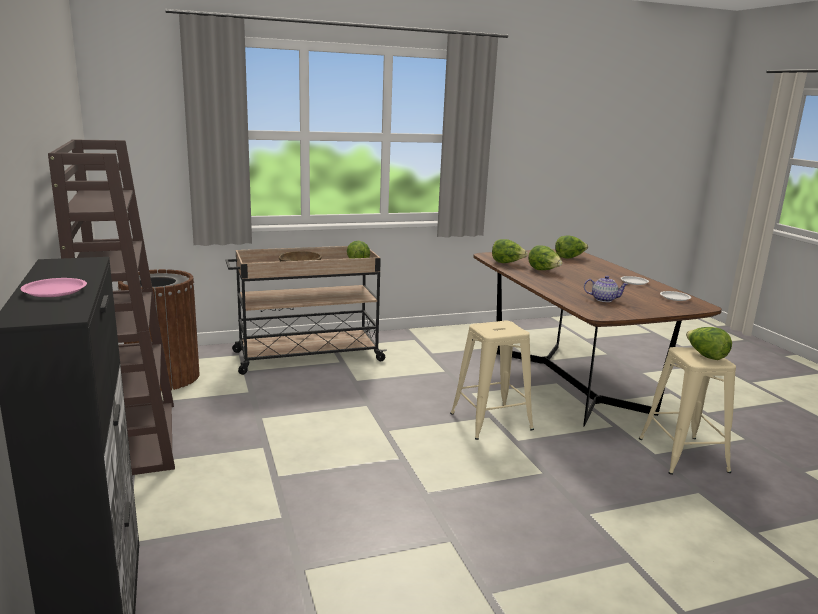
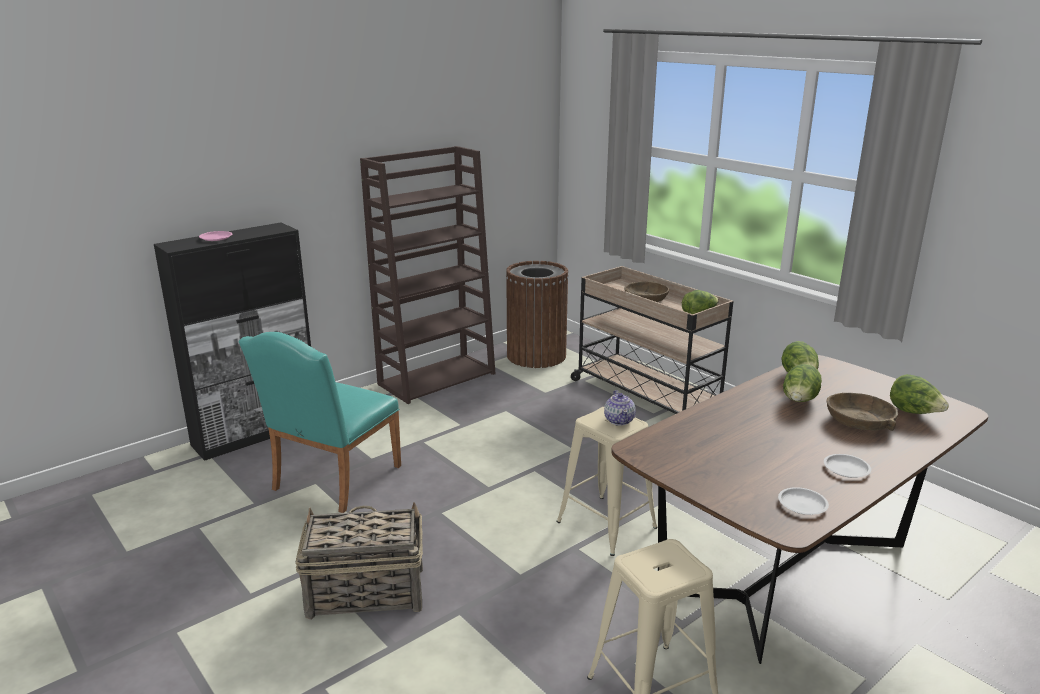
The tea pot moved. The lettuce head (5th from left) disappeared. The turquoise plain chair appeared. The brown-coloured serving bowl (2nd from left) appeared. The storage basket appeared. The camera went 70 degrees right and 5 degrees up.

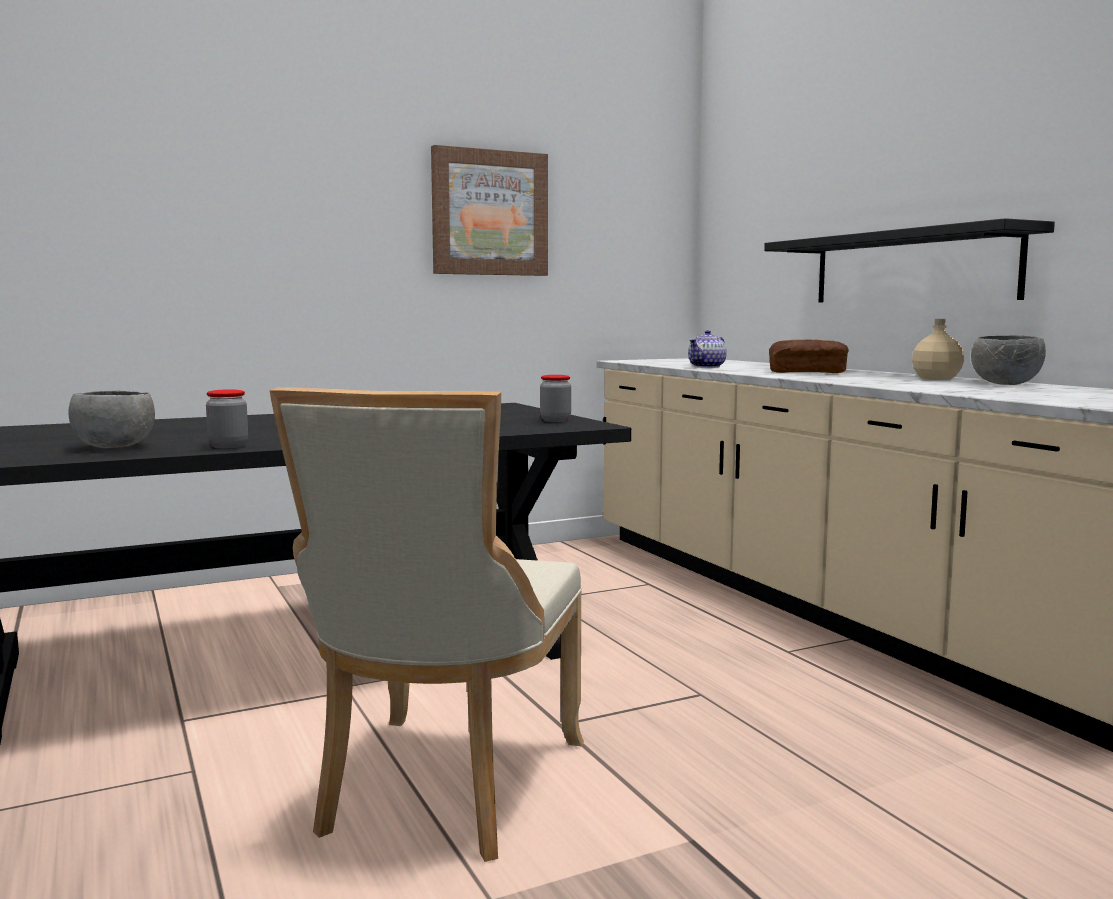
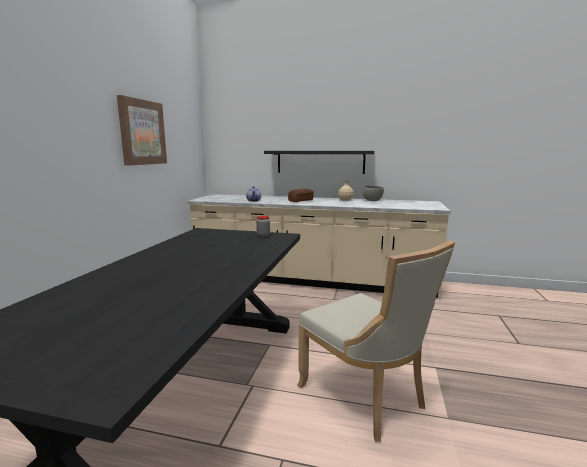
The jar (1st from left) disappeared. The greyish serving bowl (1st from left) disappeared. The camera went 50 degrees left and 5 degrees up.

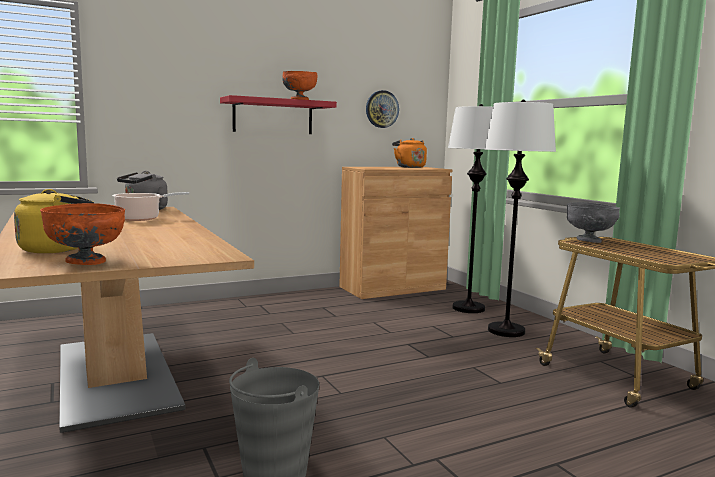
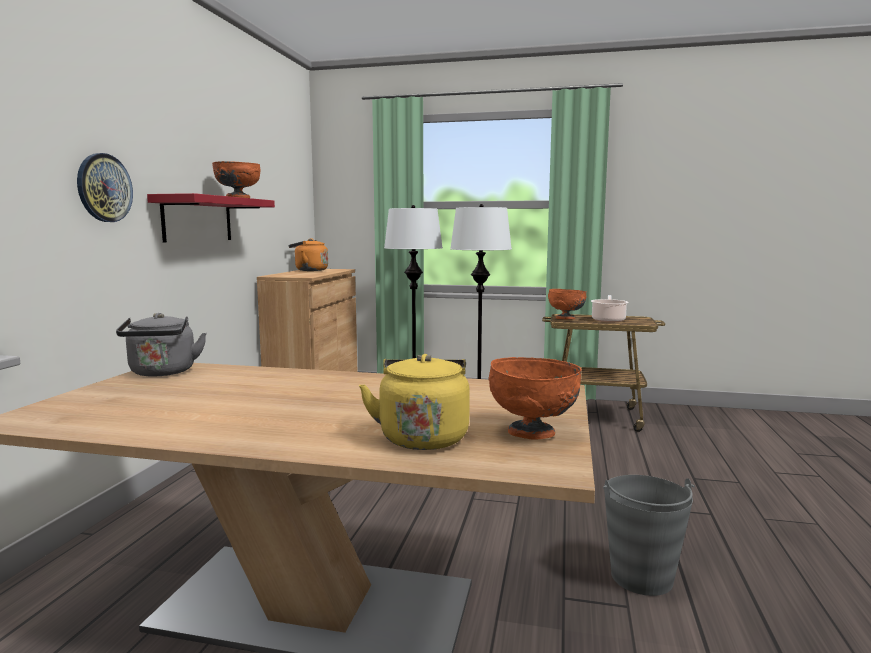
The clock on the wall moved. The cooking pot moved. The greyish serving bowl became the orangey serving bowl (3rd from left). The camera went 50 degrees left and 0 degrees up.

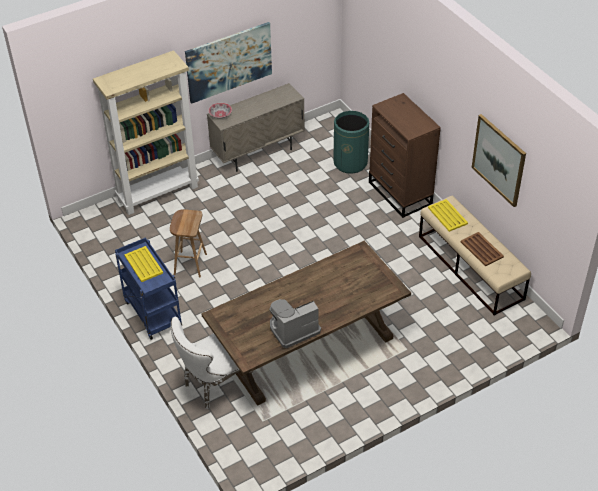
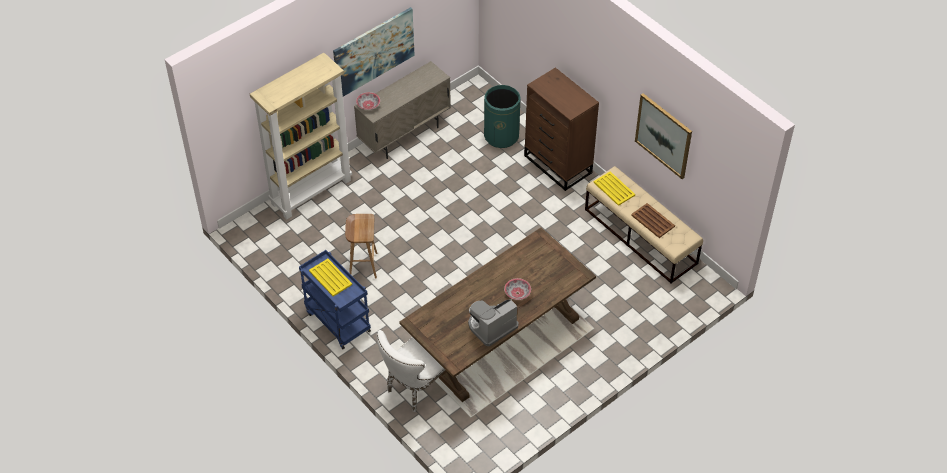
The serving bowl (2nd from left) appeared. The camera went 10 degrees left and 5 degrees up.

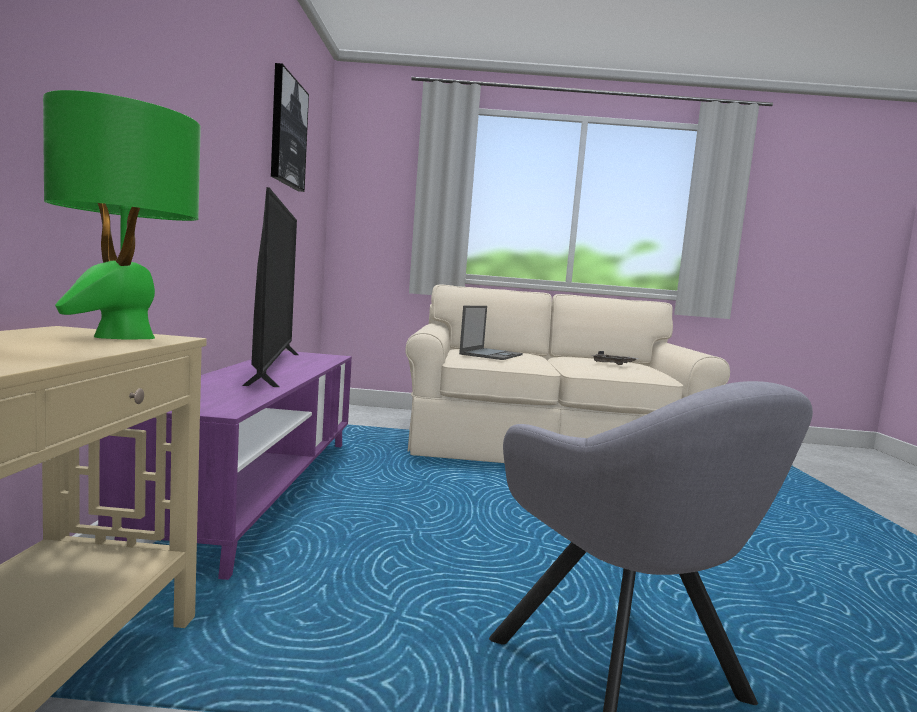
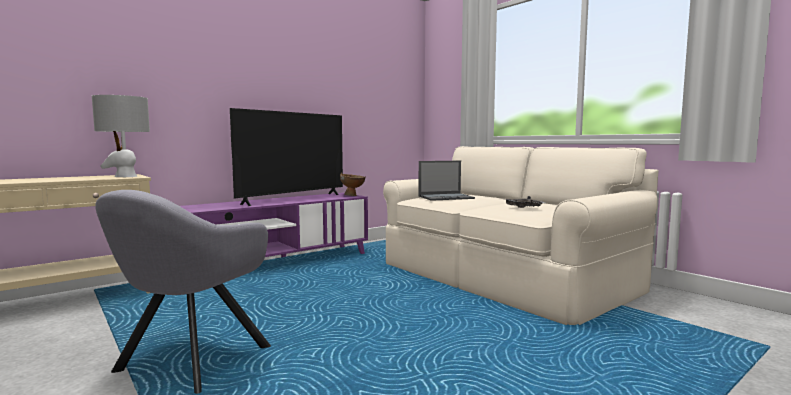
The wall art disappeared. The green-coloured tabletop lamp became the greyish tabletop lamp. The brown-coloured serving bowl appeared. The camera went 50 degrees right and 0 degrees up.

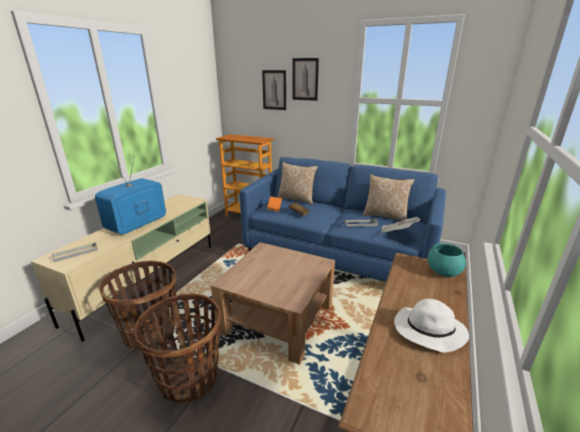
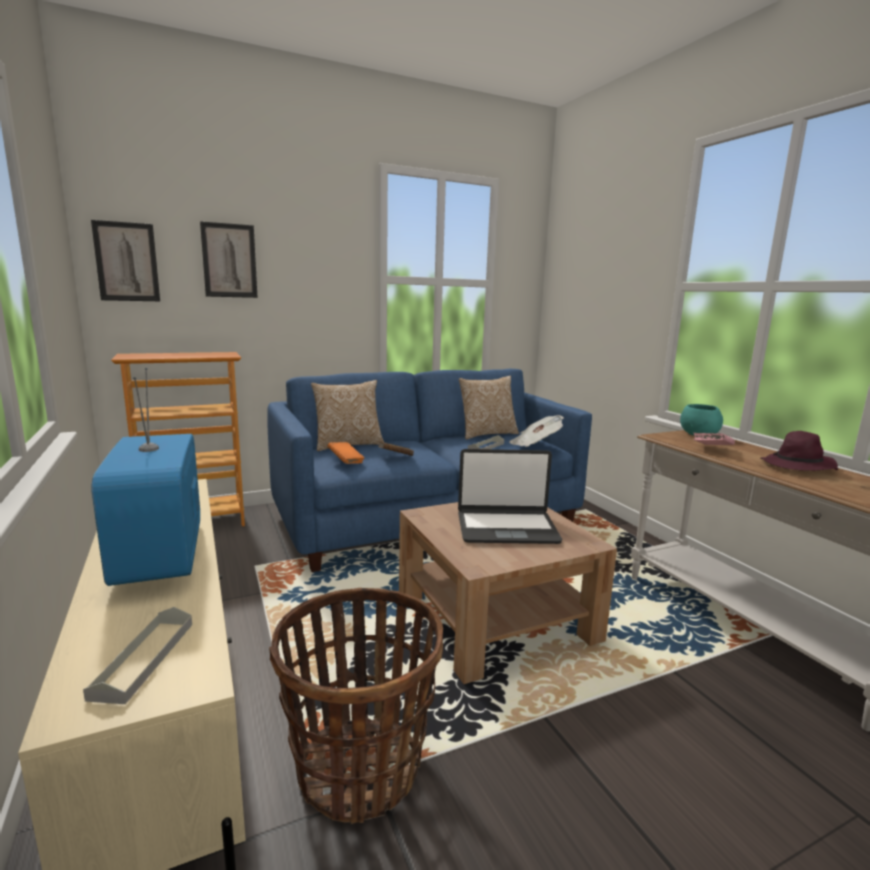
The wall art (2nd from left in the first image) moved. The storage basket (2nd from left) disappeared. The white-coloured clothing hat became the purplish clothing hat. The pink volume appeared. The portable computer appeared. The camera went 50 degrees left and 10 degrees down.

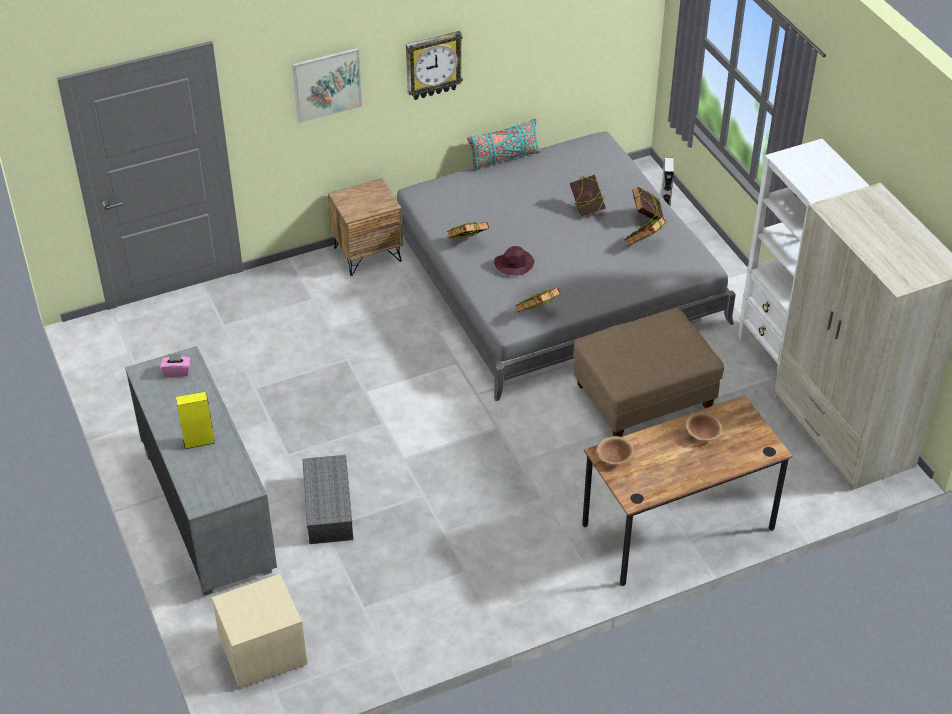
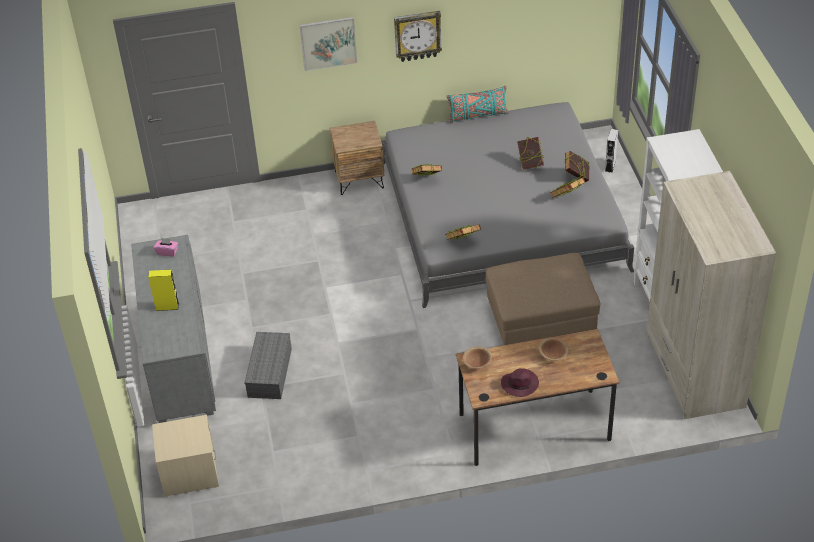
The purplish clothing hat moved. The camera went 15 degrees right and 0 degrees up.

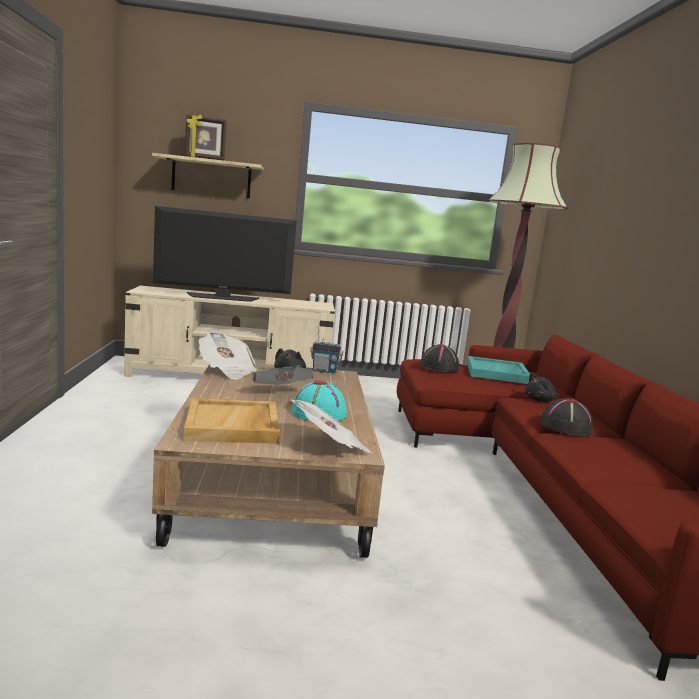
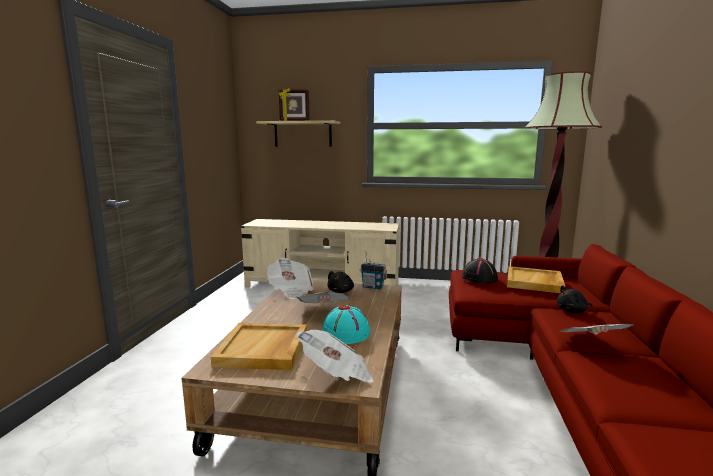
The TV disappeared. The turquoise serving tray became the beige serving tray (2nd from left). The black clothing hat (2nd from left) was replaced by the daily paper (4th from left). The camera went 15 degrees right and 0 degrees up.

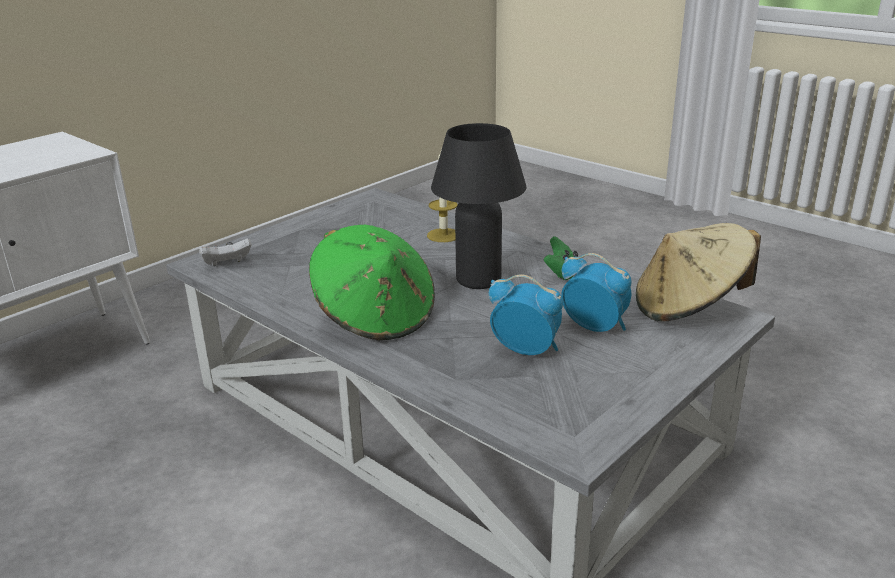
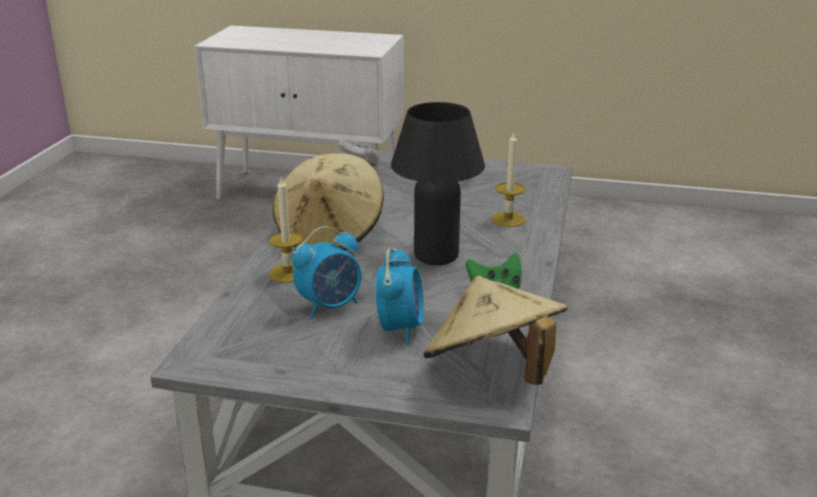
The green-coloured clothing hat became the beige clothing hat (1st from left). The bedside clock (1st from left) turned 60 degrees clockwise. The candle (1st from left) appeared. The camera went 60 degrees right and 0 degrees up.

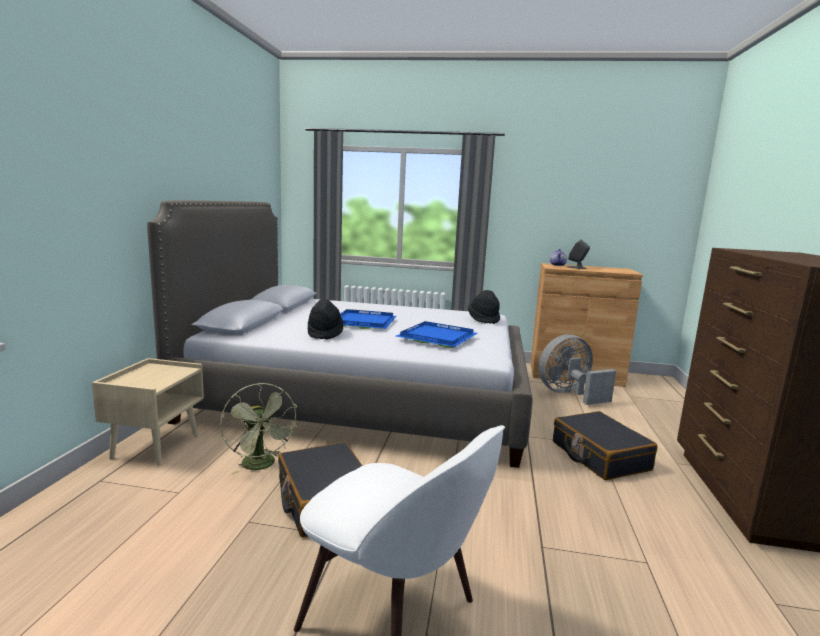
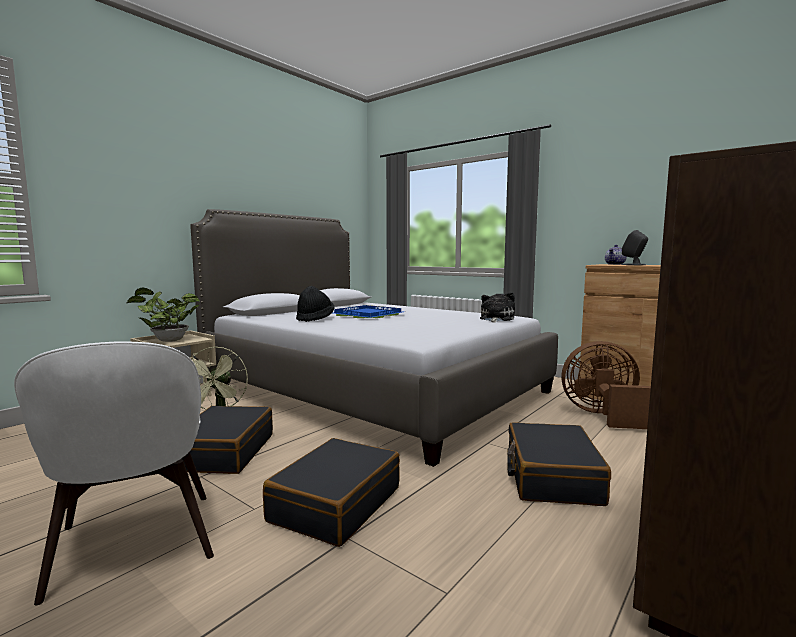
The black clothing hat (2nd from left) was replaced by the plush toy. The bluish serving tray (2nd from left) disappeared. The greyish electric fan became the brown-coloured electric fan. The potted plant appeared. The black travel case (2nd from left) appeared. The camera went 30 degrees right and 5 degrees down.

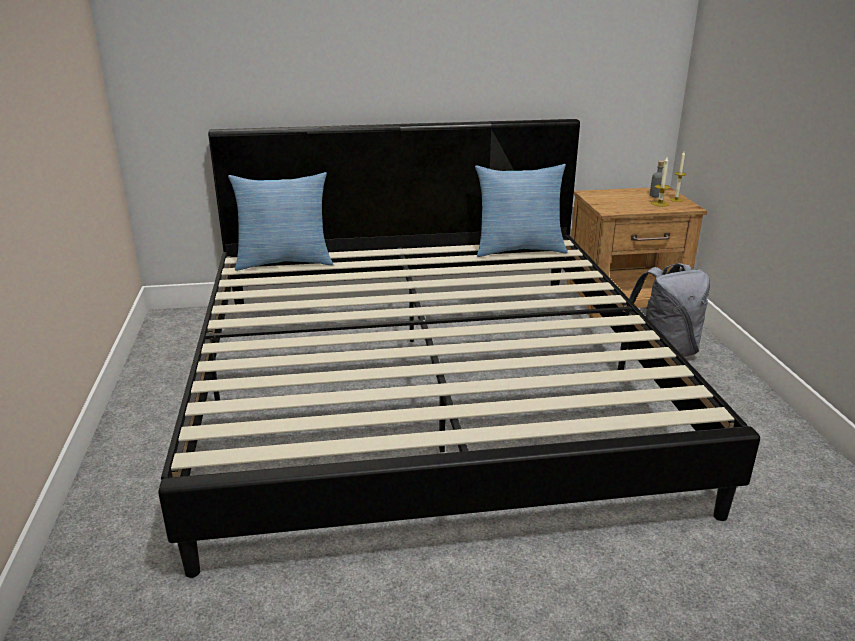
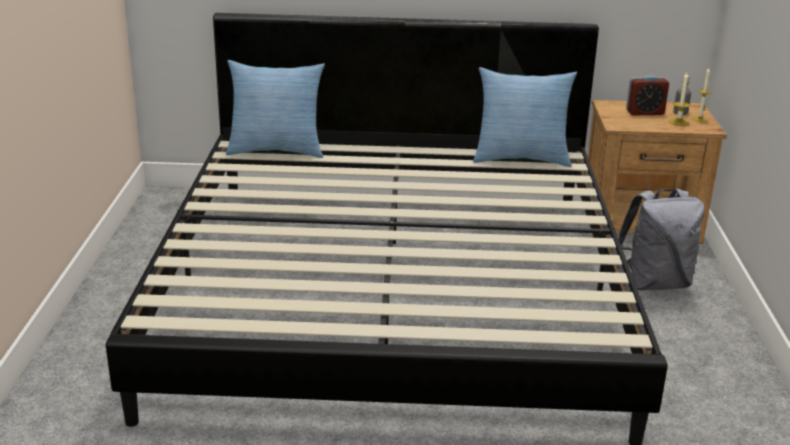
The bedside clock appeared. The camera went 10 degrees right and 0 degrees up.

